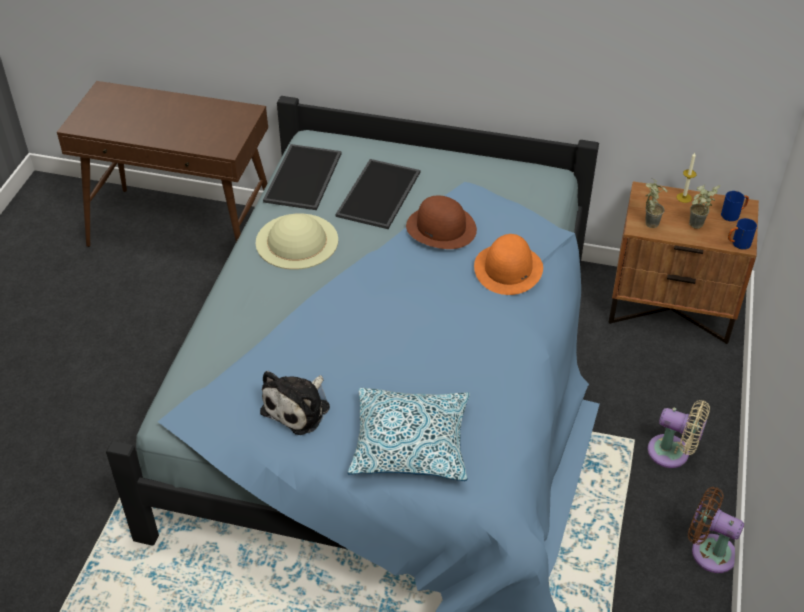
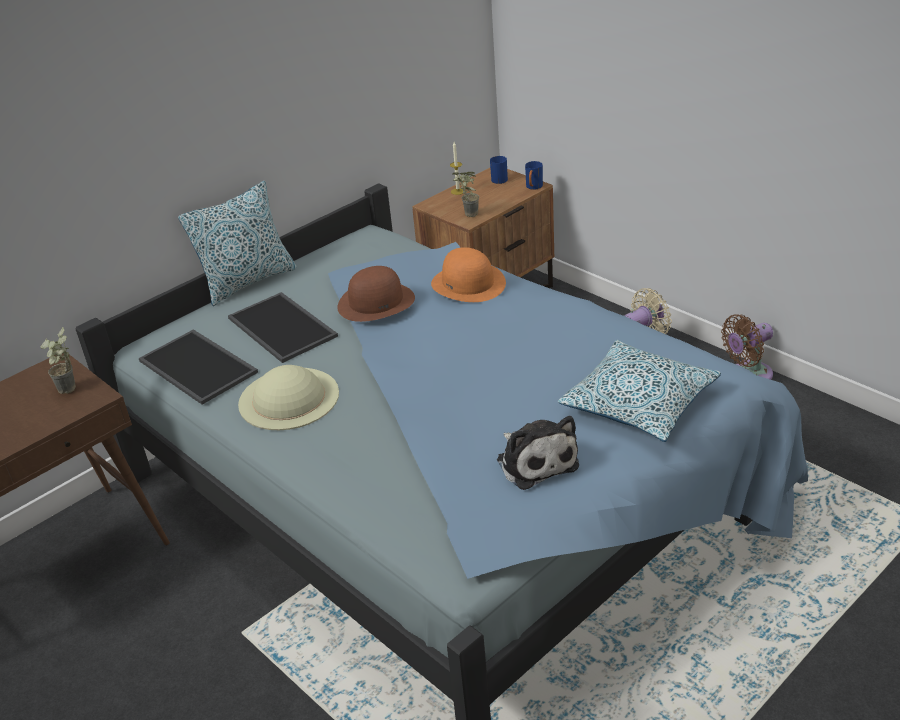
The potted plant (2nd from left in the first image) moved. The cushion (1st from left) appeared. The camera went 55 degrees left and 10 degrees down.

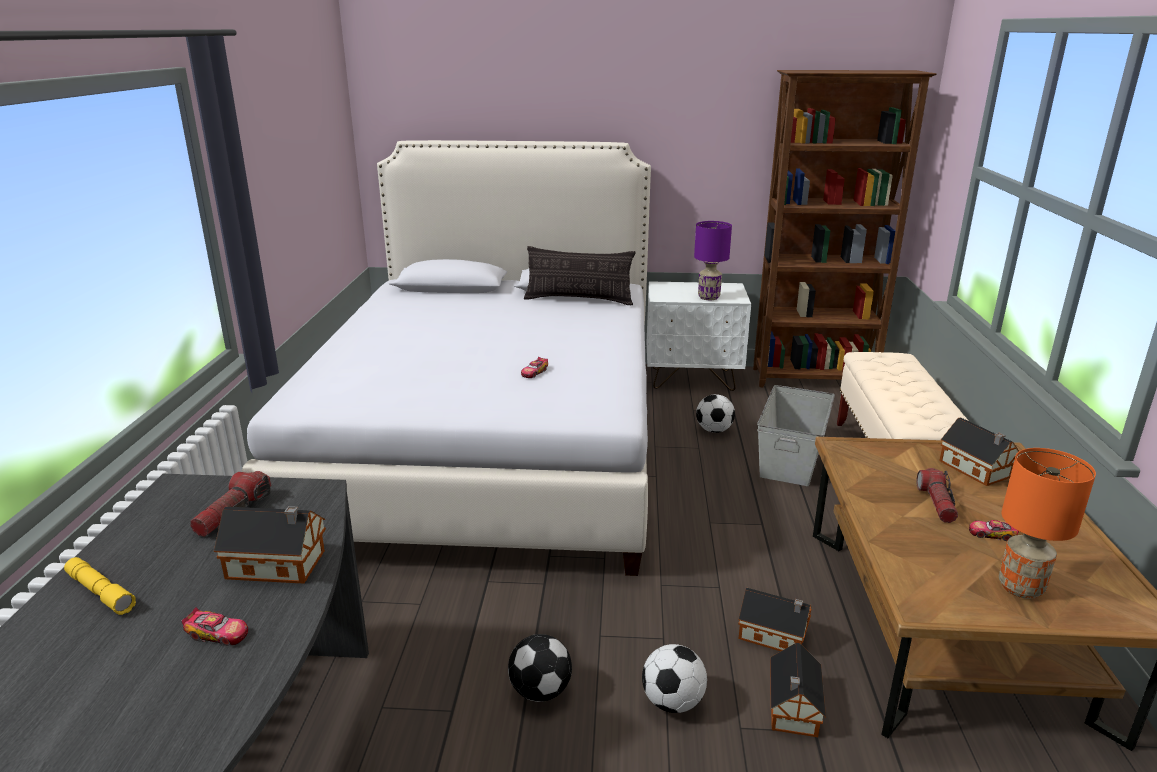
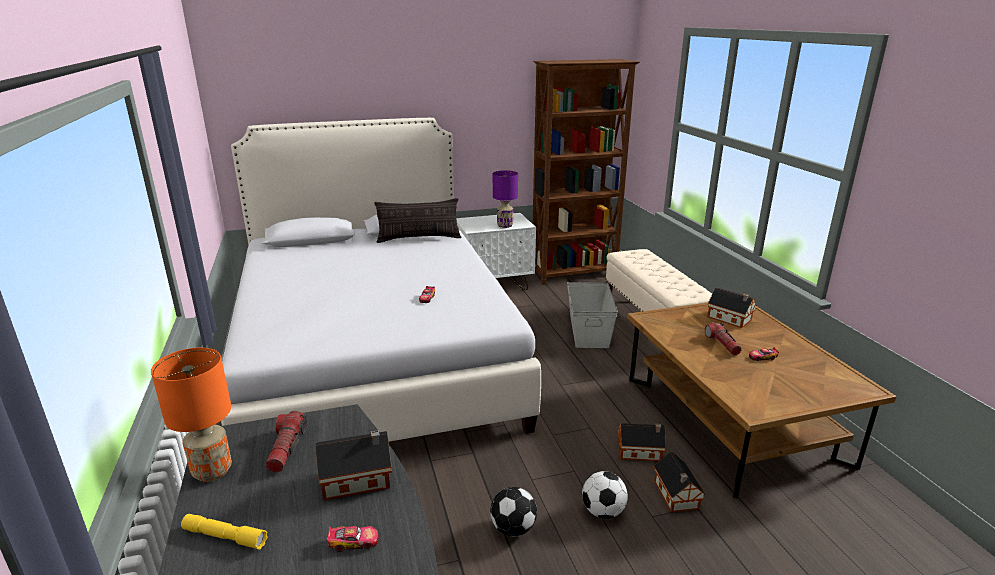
The ball for football (3rd from left) disappeared. The orangey tabletop lamp moved. The camera went 20 degrees left and 0 degrees up.

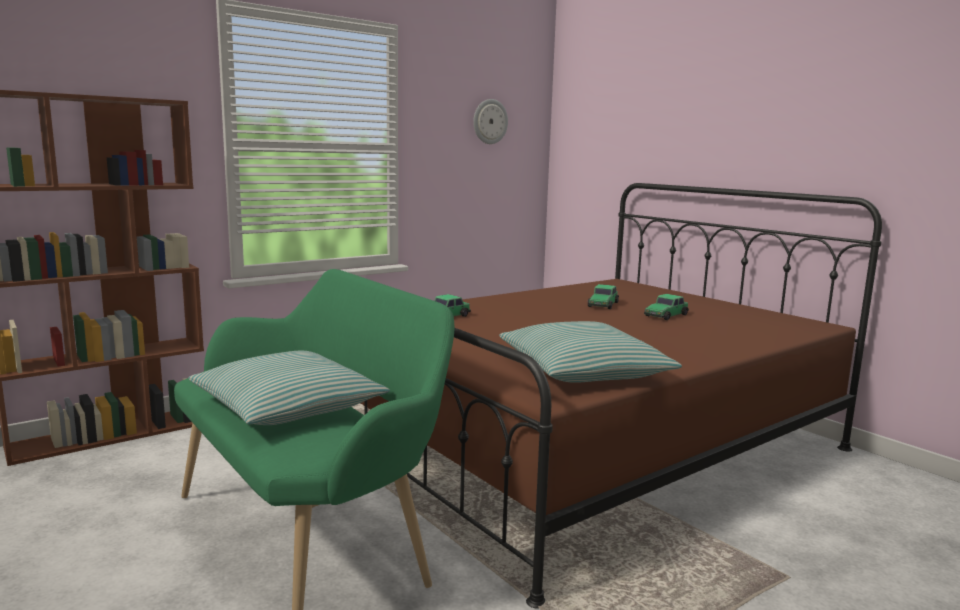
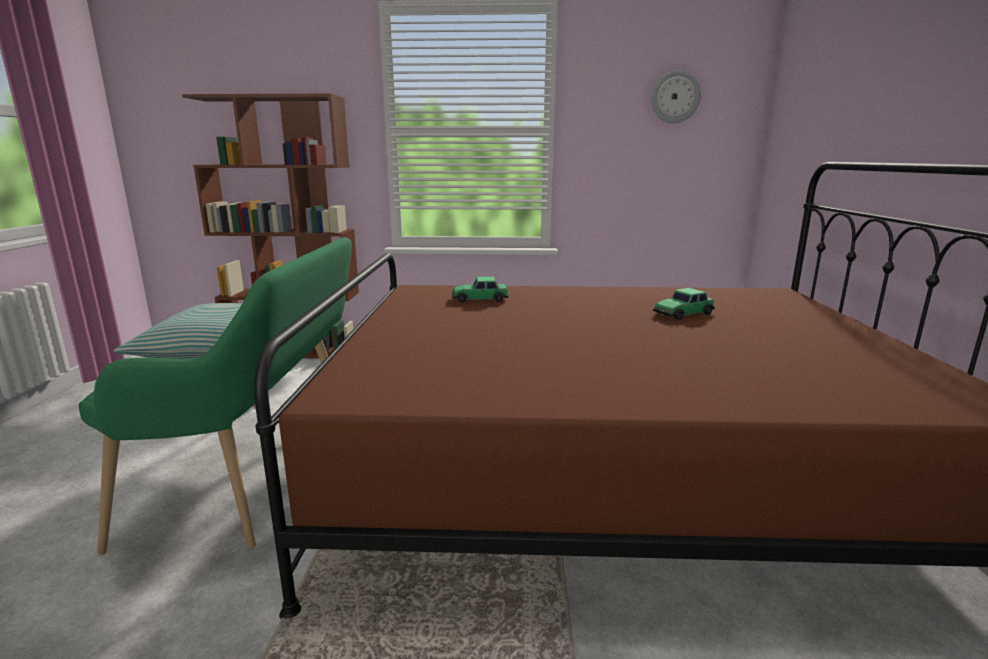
The miniature car (3rd from left) disappeared. The cushion (2nd from left) disappeared. The camera went 40 degrees right and 5 degrees up.

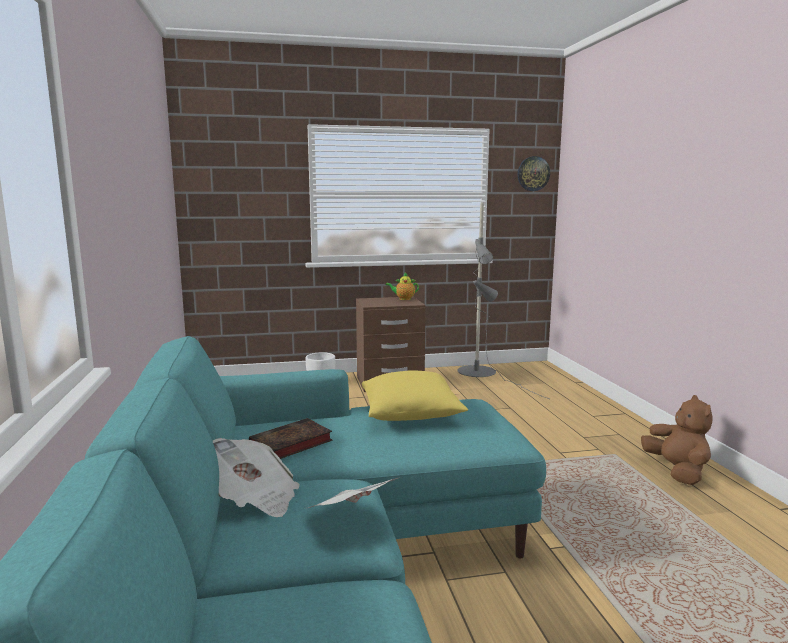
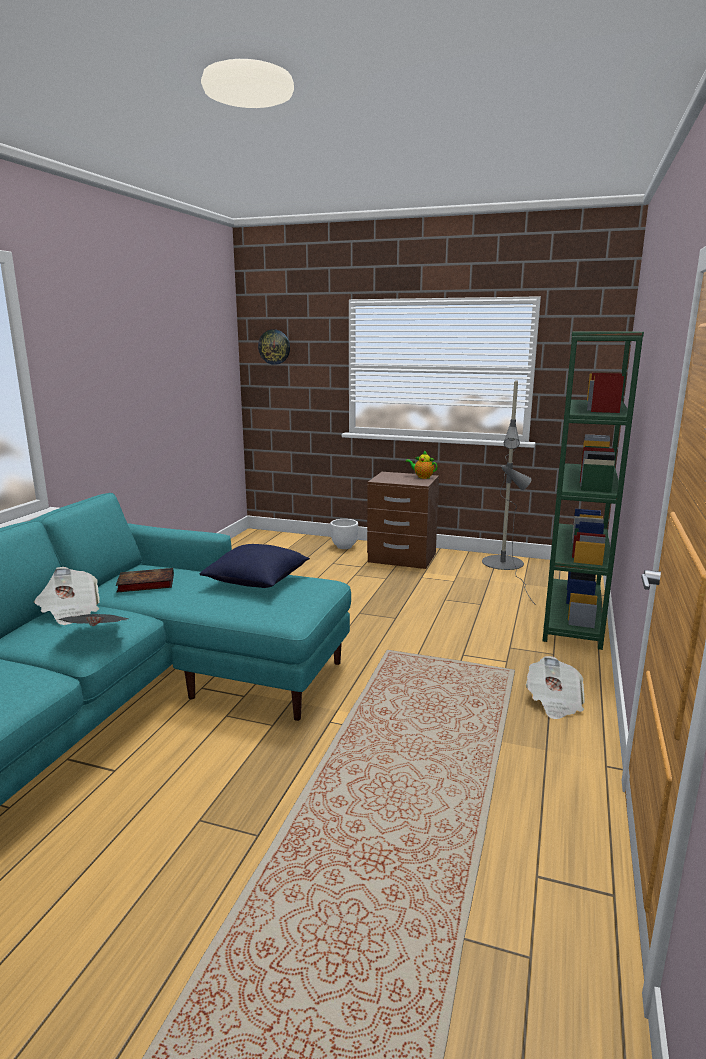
The clock on the wall moved. The yellow cushion became the bluish cushion. The brown-coloured plush toy was replaced by the daily paper (3rd from left). The green-coloured bookshelf appeared. The camera went 30 degrees right and 5 degrees up.

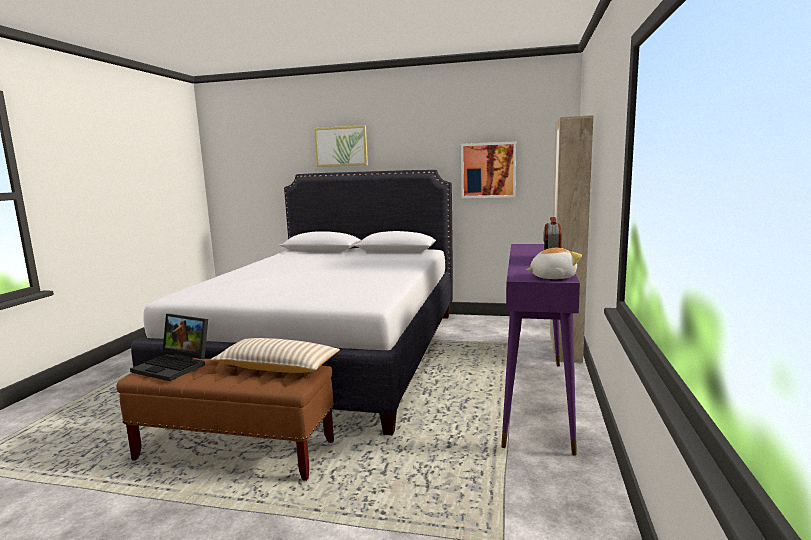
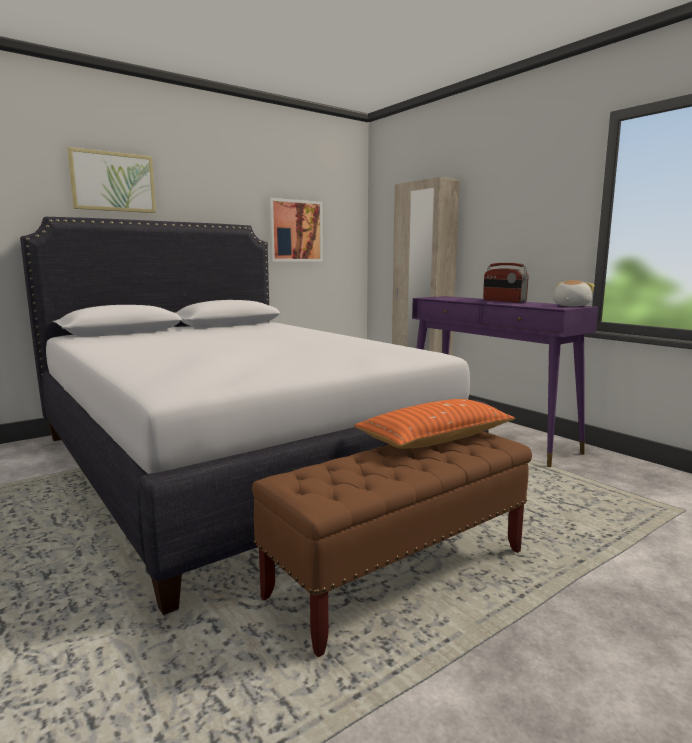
The portable computer disappeared. The beige cushion became the orangey cushion. The camera went 50 degrees left and 0 degrees up.

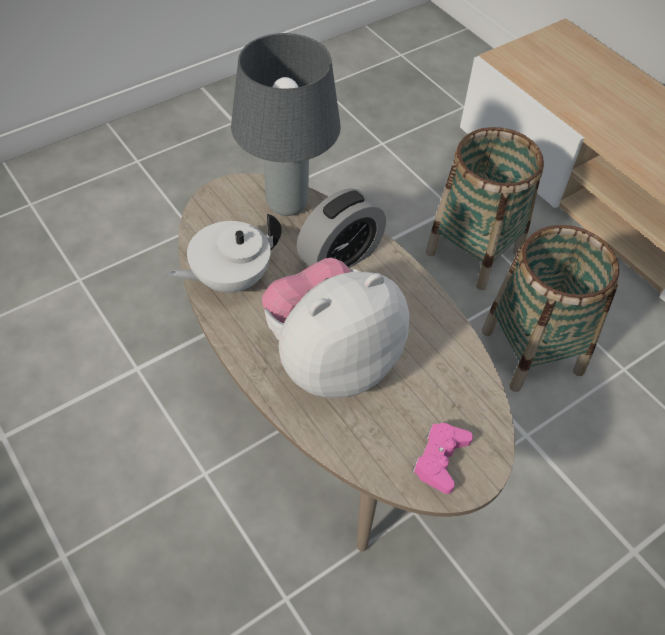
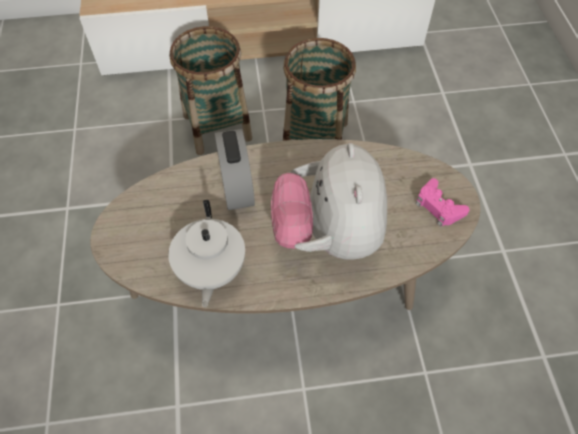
The greyish tabletop lamp disappeared. The camera went 60 degrees left and 5 degrees up.

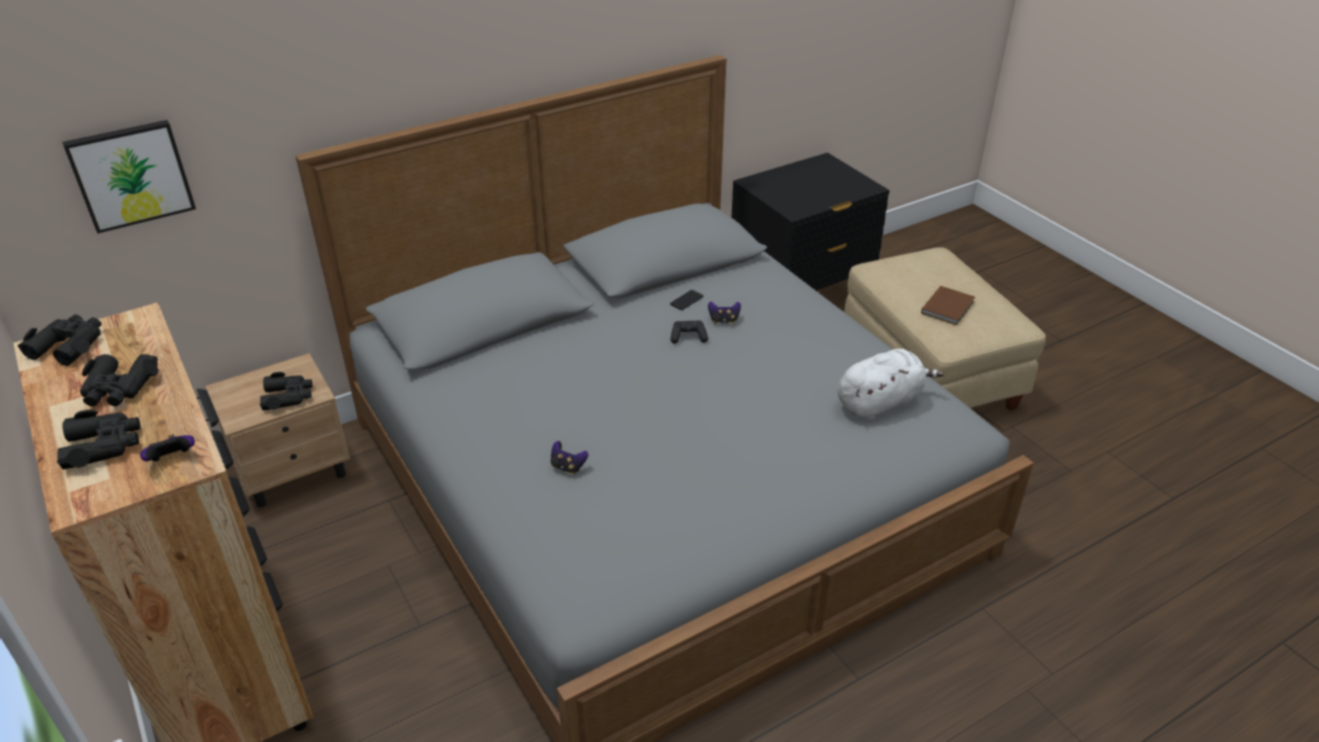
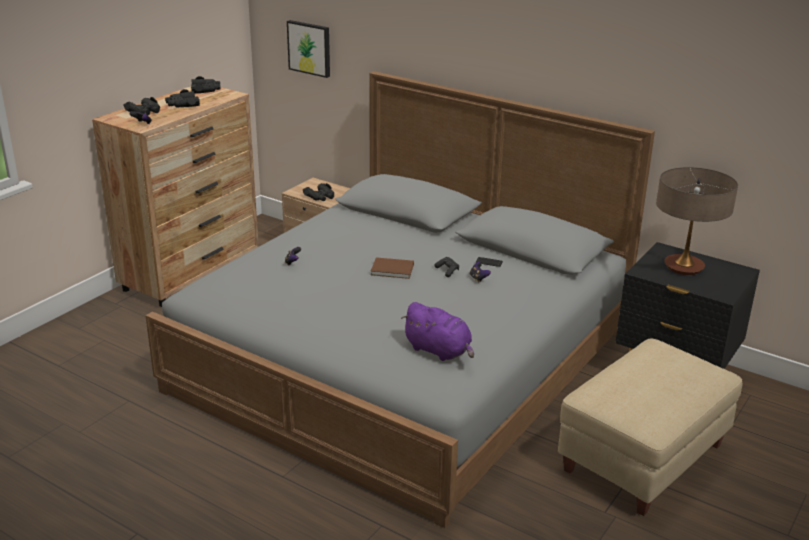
The brown-coloured volume moved. The white-coloured plush toy became the purplish plush toy. The tabletop lamp appeared. The camera went 65 degrees right and 10 degrees down.

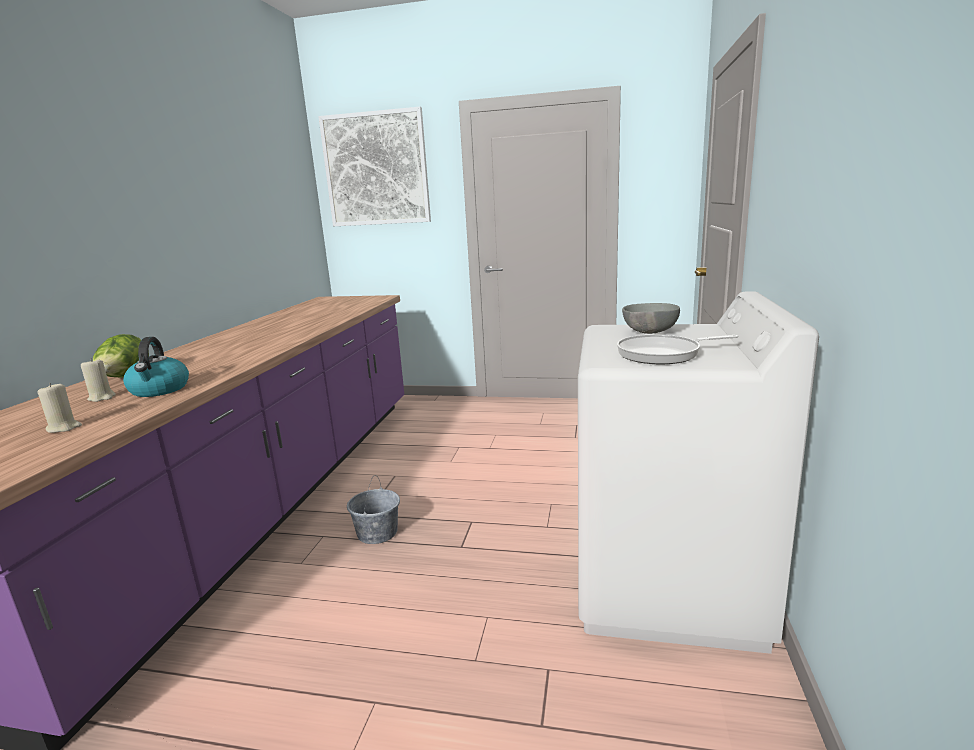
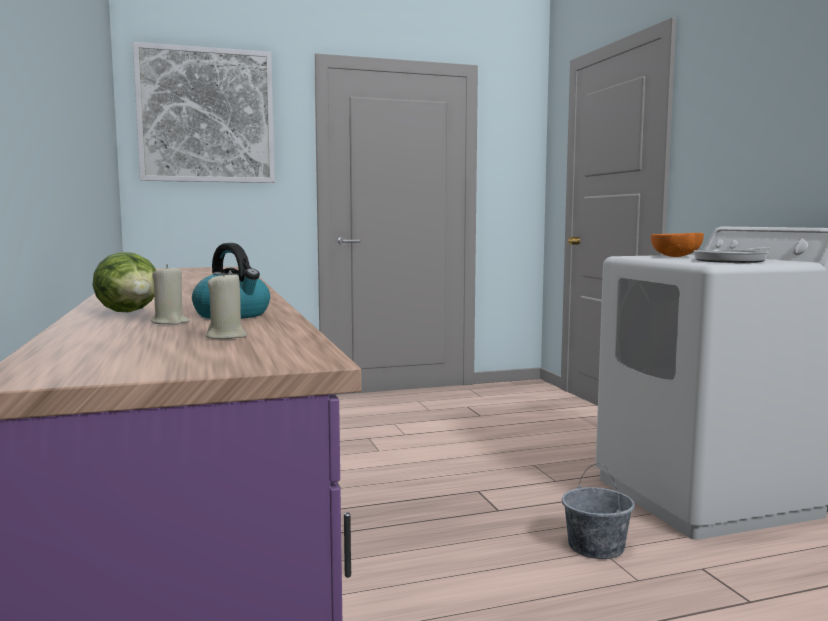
The greyish serving bowl became the orangey serving bowl. The greyish bucket moved. The camera went 30 degrees left and 10 degrees down.

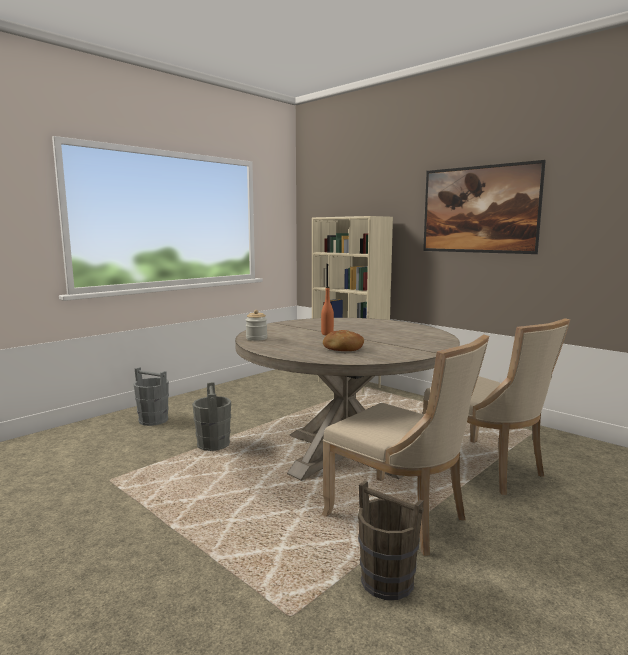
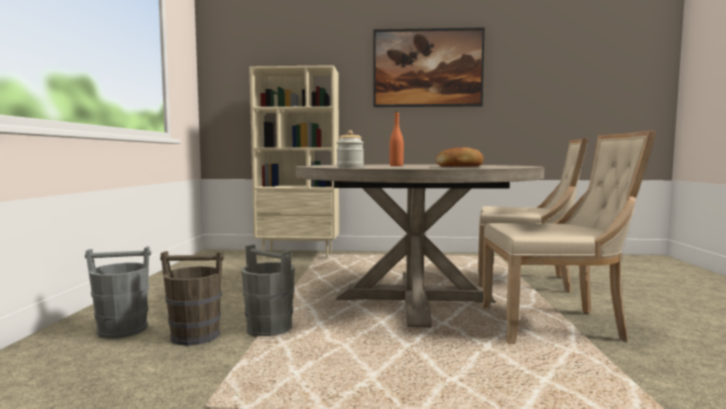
The brown-coloured bucket moved. The camera went 40 degrees left and 5 degrees down.

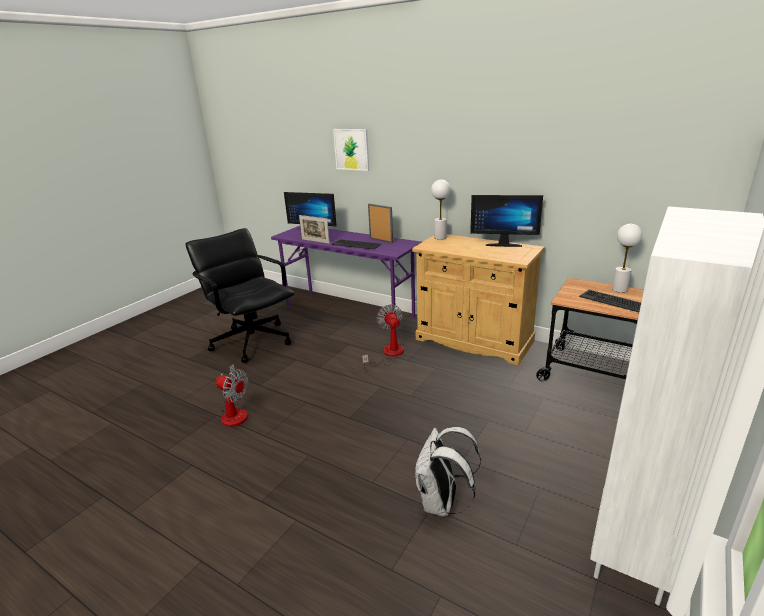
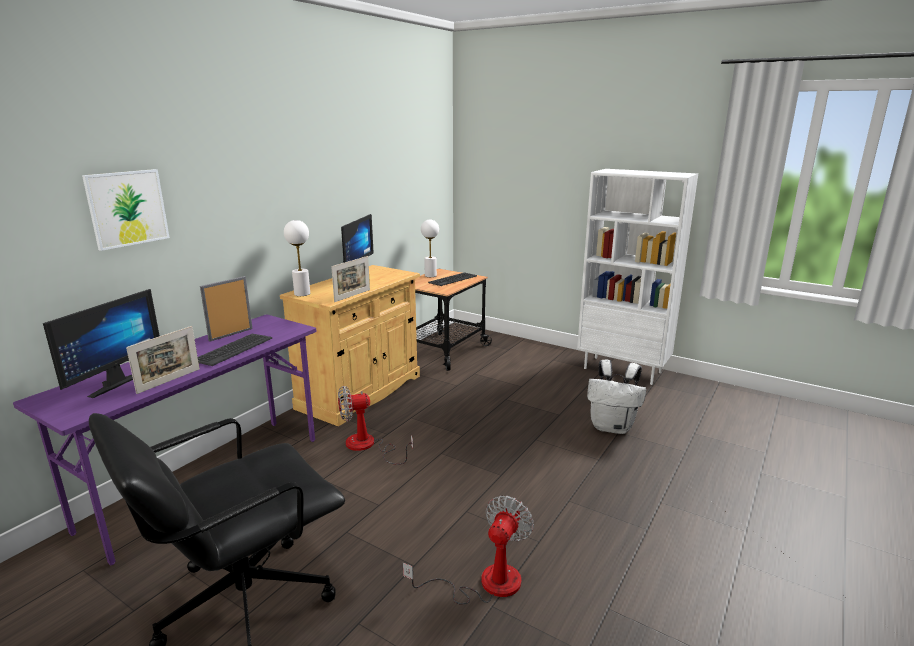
The picture frame (3rd from left) appeared. The camera went 90 degrees left and 5 degrees down.

